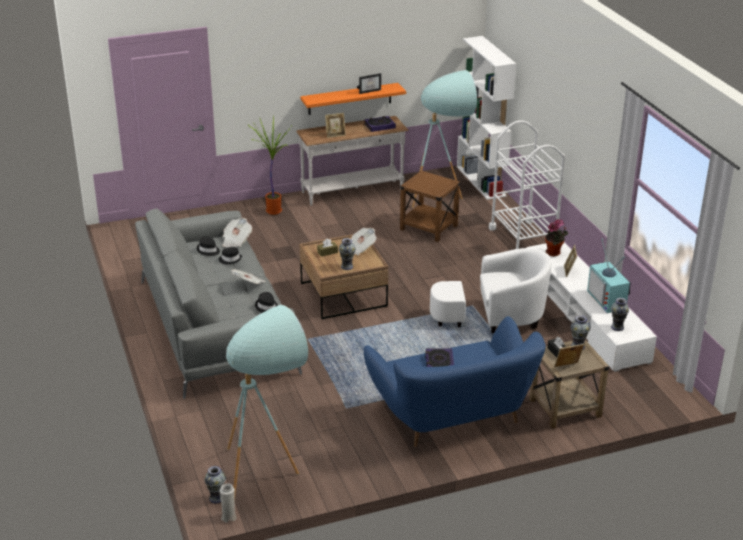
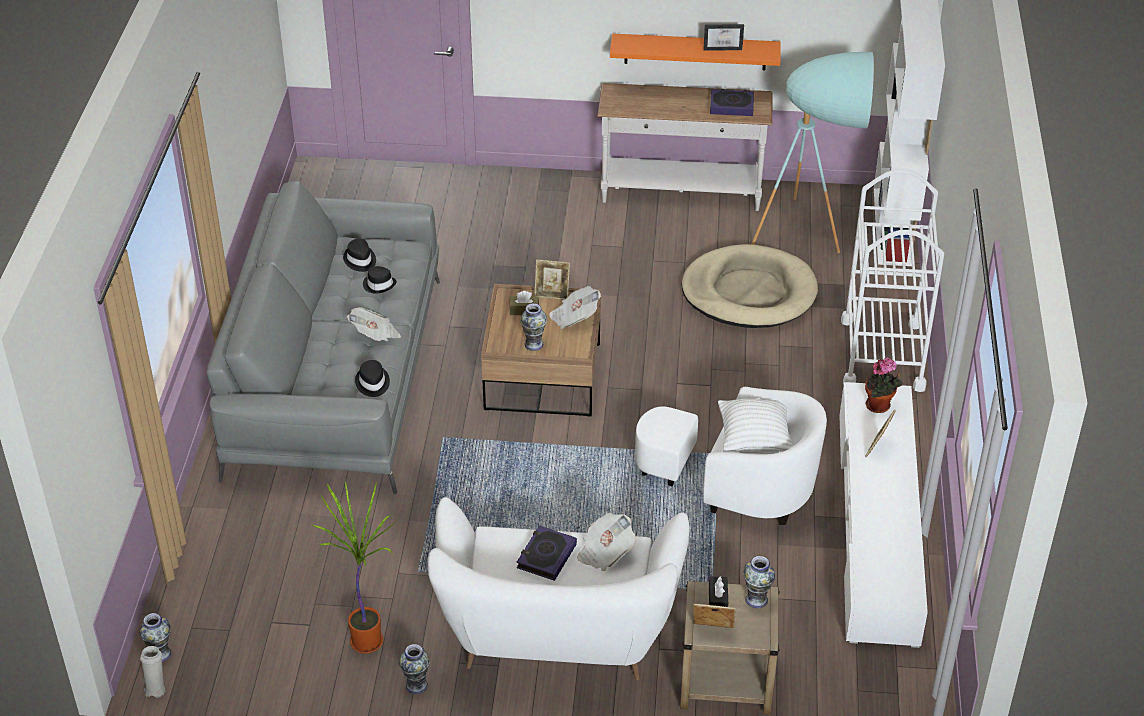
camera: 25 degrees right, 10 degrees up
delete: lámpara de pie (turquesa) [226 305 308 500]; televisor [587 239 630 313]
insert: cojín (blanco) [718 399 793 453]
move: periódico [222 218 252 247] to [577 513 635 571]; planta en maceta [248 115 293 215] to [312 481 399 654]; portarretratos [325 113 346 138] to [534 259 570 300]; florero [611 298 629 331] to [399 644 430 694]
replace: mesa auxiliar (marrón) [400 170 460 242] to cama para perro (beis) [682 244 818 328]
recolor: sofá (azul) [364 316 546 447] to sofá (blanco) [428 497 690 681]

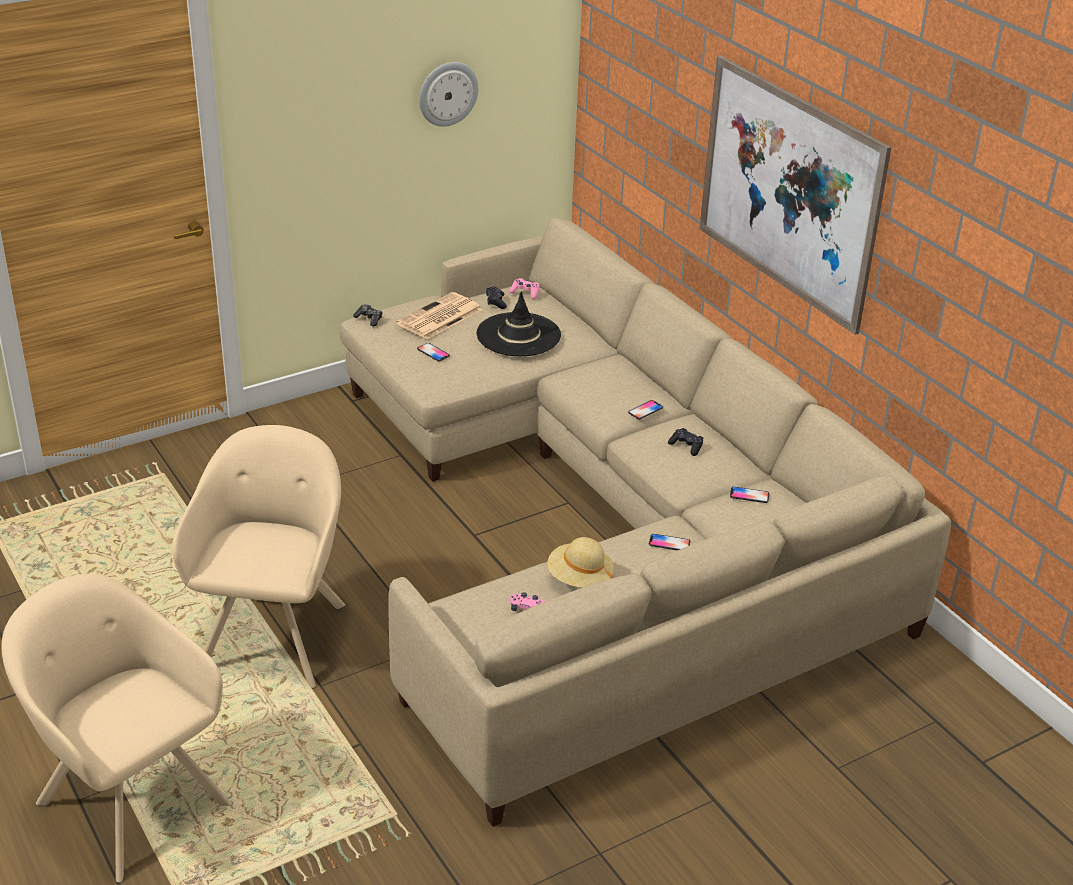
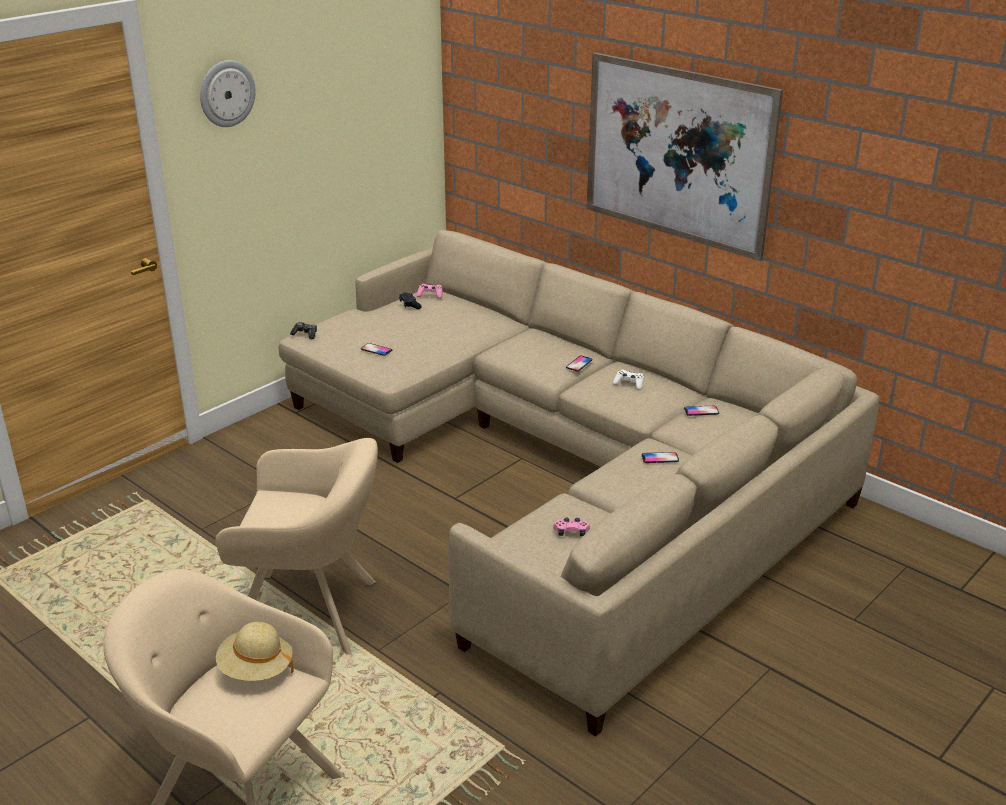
camera: 15 degrees left, 5 degrees down
delete: periódico [396 292 482 339]; sombrero (negro) [477 291 561 356]
move: reloj de pared [419 62 479 127] to [200 60 256 127]; sombrero (beis) [547 537 614 588] to [216 622 294 681]
recolor: mando de consola (negro) [668 428 703 456] to mando de consola (blanco) [613 370 644 390]
rotate: sillón (beis) [173 425 345 689] = [215 438 378 655] 105 degrees clockwise

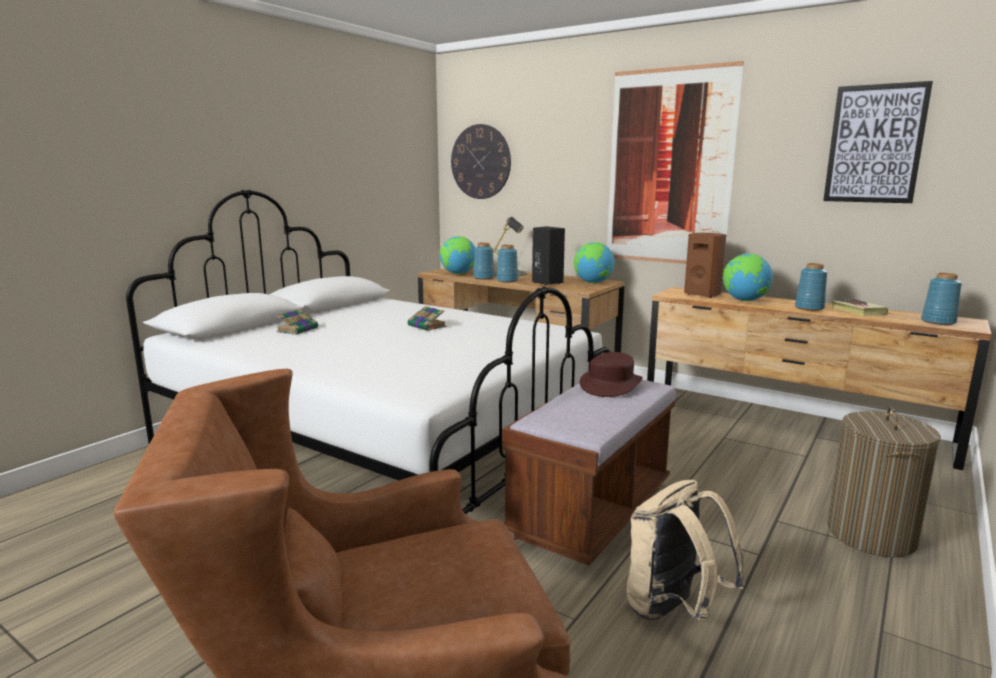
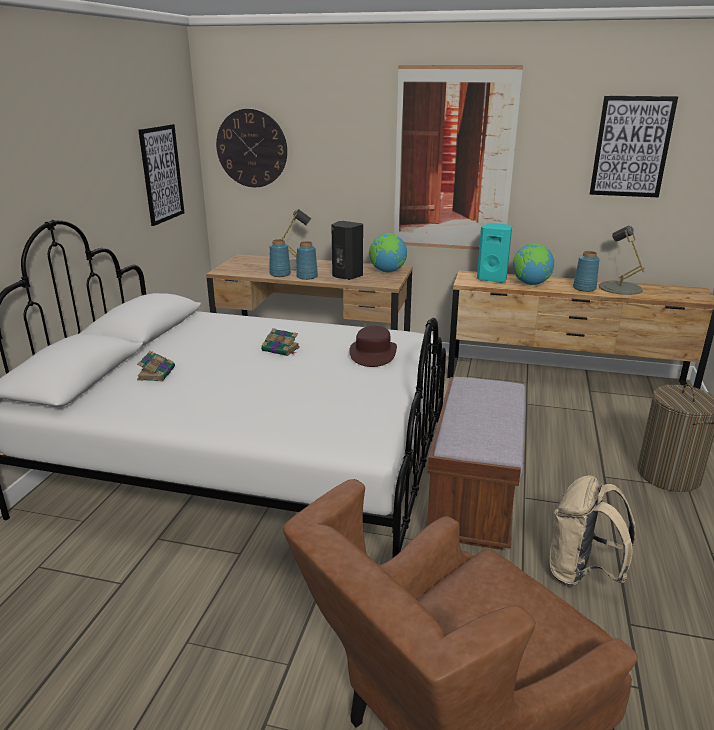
camera: 20 degrees left, 10 degrees up
delete: globo terráqueo [440 236 475 274]; florero (azul) [921 273 962 325]
insert: cuadro [138 124 184 226]
move: sombrero (marrón) [580 352 643 397] to [349 326 397 367]
replace: libro [831 299 888 316] to lámpara de mesa (gris) [599 226 644 295]
recolor: altavoz (marrón) [684 233 726 298] to altavoz (turquesa) [477 223 512 283]

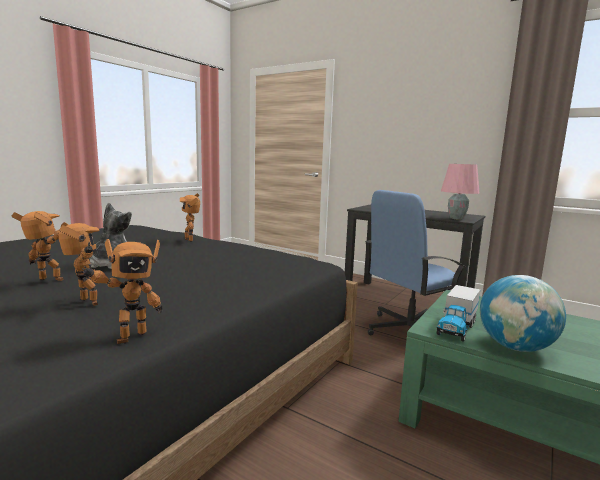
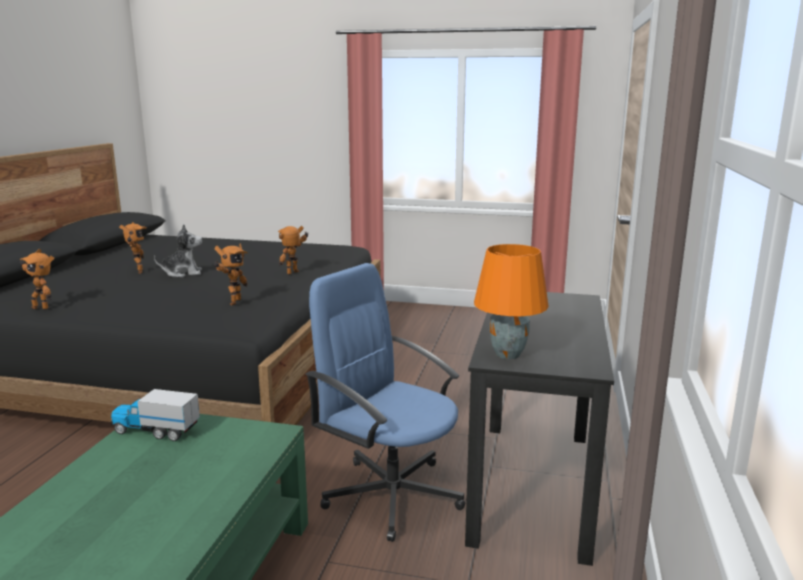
camera: 70 degrees right, 5 degrees up
delete: globo terráqueo [480 275 566 352]
move: robot de juguete [59 222 100 306] to [214 243 248 305]
recolor: lámpara de mesa (rosa) [441 164 479 220] to lámpara de mesa (naranja) [474 244 549 359]

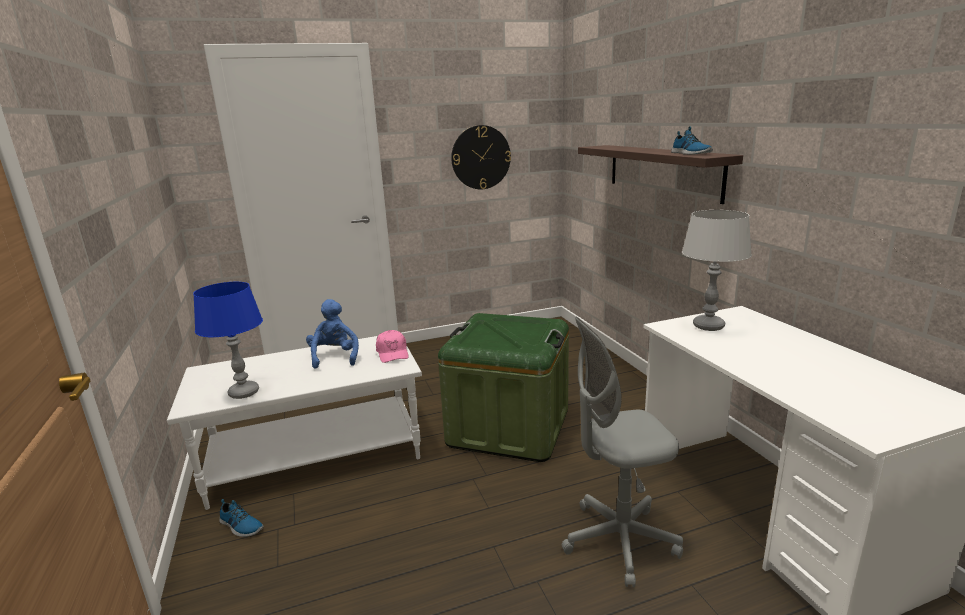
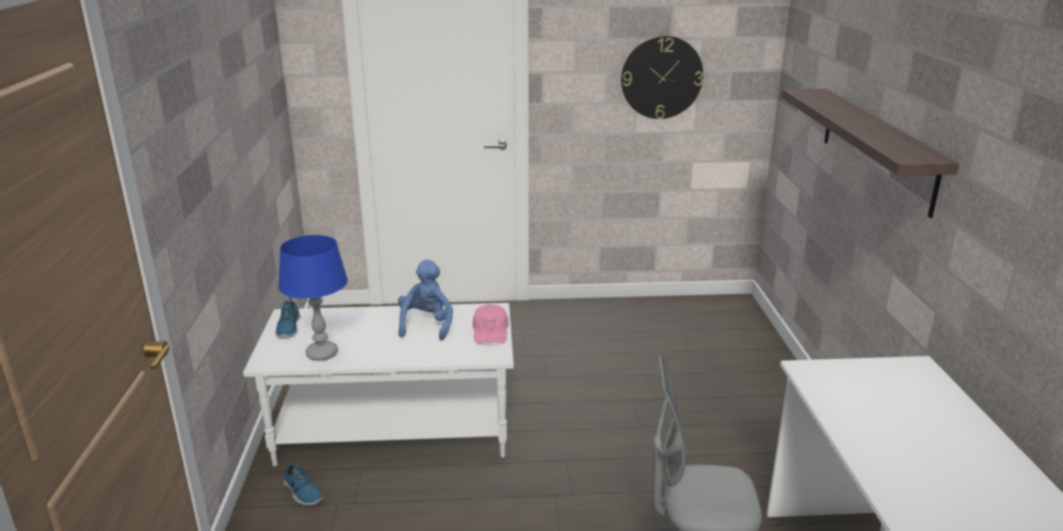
camera: 15 degrees right, 5 degrees up
delete: caja de almacenaje (verde) [438 313 569 462]; lámpara de mesa (gris) [682 210 752 331]
move: zapato [671 126 713 155] to [275 297 301 338]

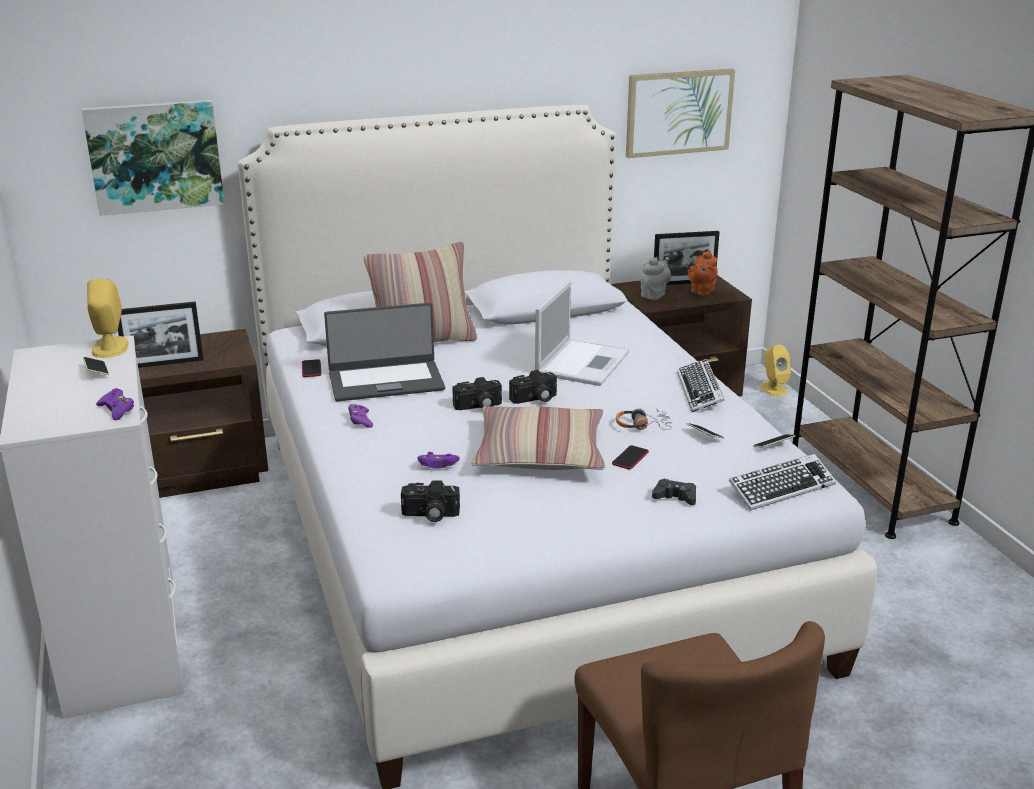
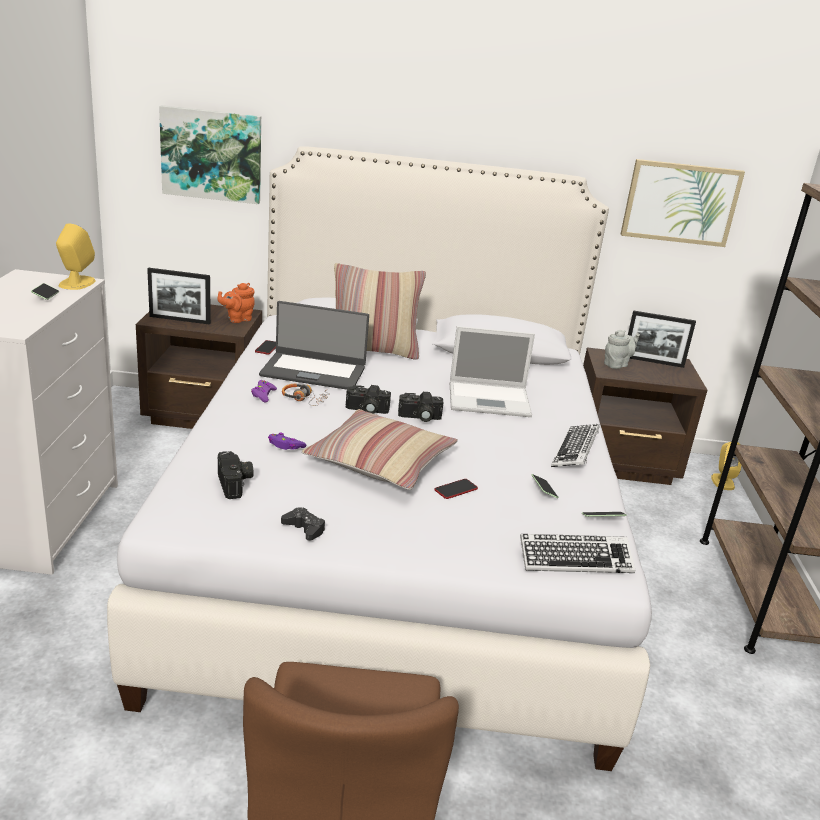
camera: 20 degrees right, 0 degrees up
delete: mando de consola (morado) [96 388 134 420]
move: auriculares [616 408 673 430] to [282 384 330 406]; mando de consola (negro) [652 479 696 505] to [281 507 325 541]; tetera (naranja) [688 250 717 296] to [218 283 255 323]
rotate: cámara [401 480 460 522] = [218 451 254 499] 135 degrees counterclockwise; portátil [535 281 629 386] = [450 326 535 417] 45 degrees clockwise

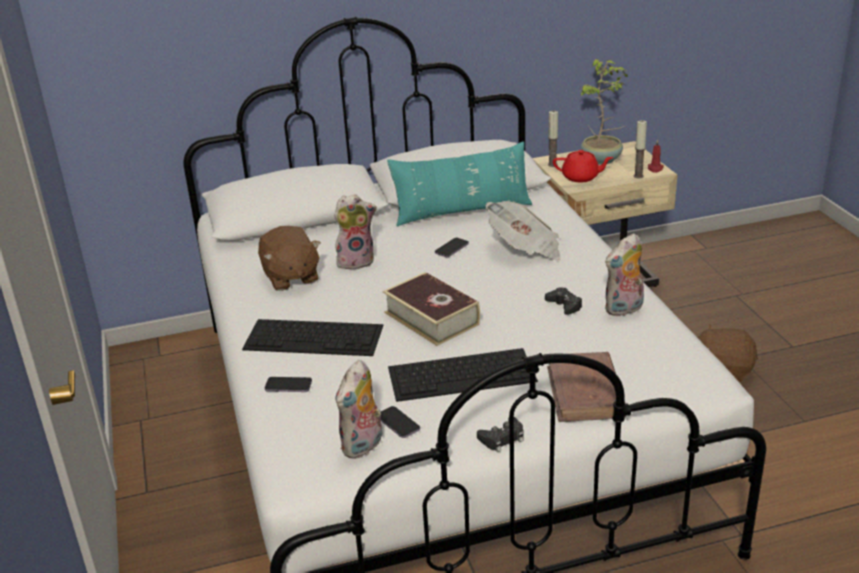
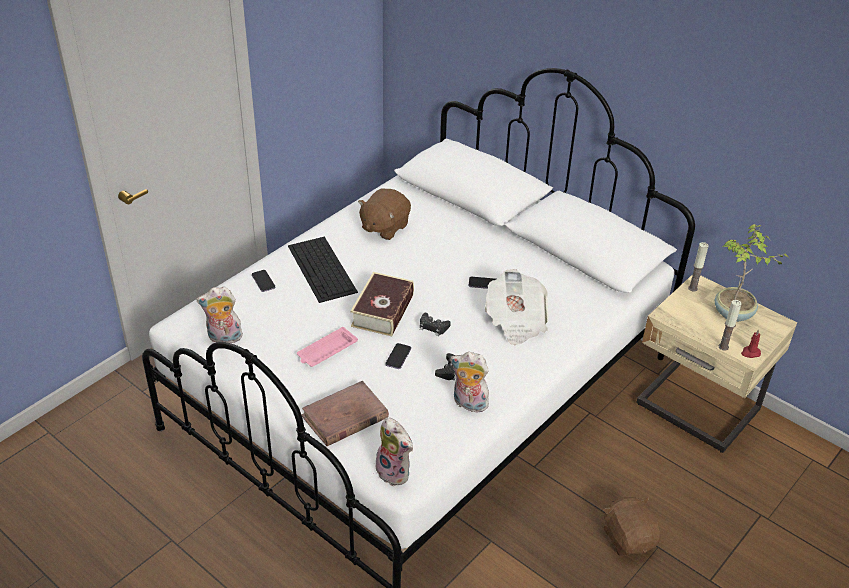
camera: 55 degrees right, 10 degrees up
delete: cojín (turquesa) [387 141 532 226]; tetera (rojo) [553 150 613 183]
move: peluche [334 194 377 269] to [376 418 413 486]; móvil [380 406 420 438] to [385 343 411 369]; mando de consola (negro) [477 417 524 452] to [420 313 451 336]
replace: teclado [388 348 538 402] to bandeja (rosa) [297 327 358 367]

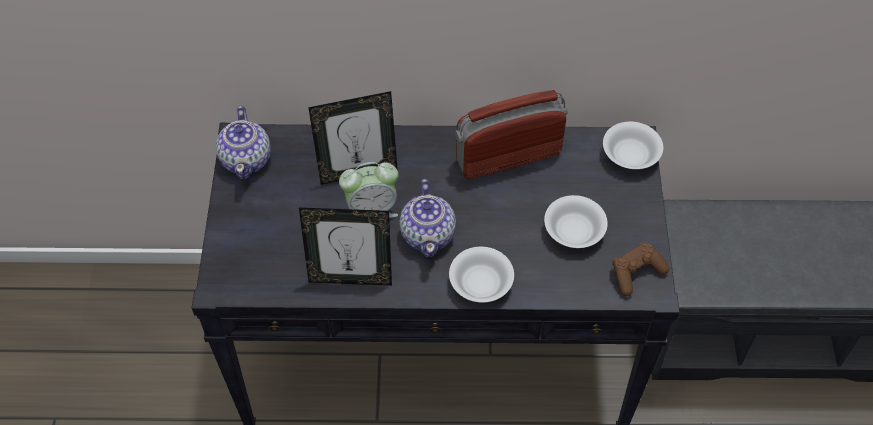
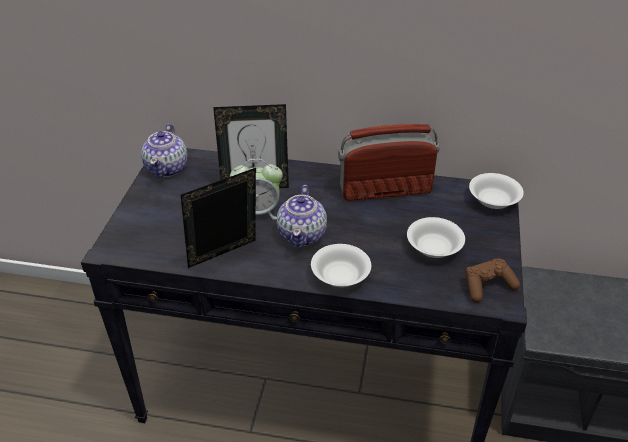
camera: 10 degrees right, 15 degrees down
rotate: portarretratos [299 207 392 286] = [181 168 256 268] 135 degrees clockwise

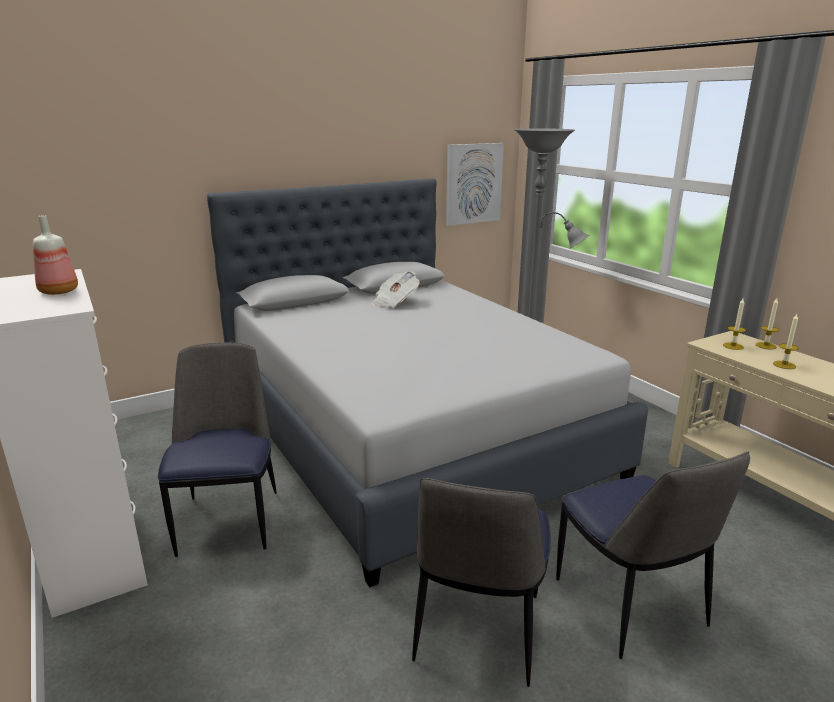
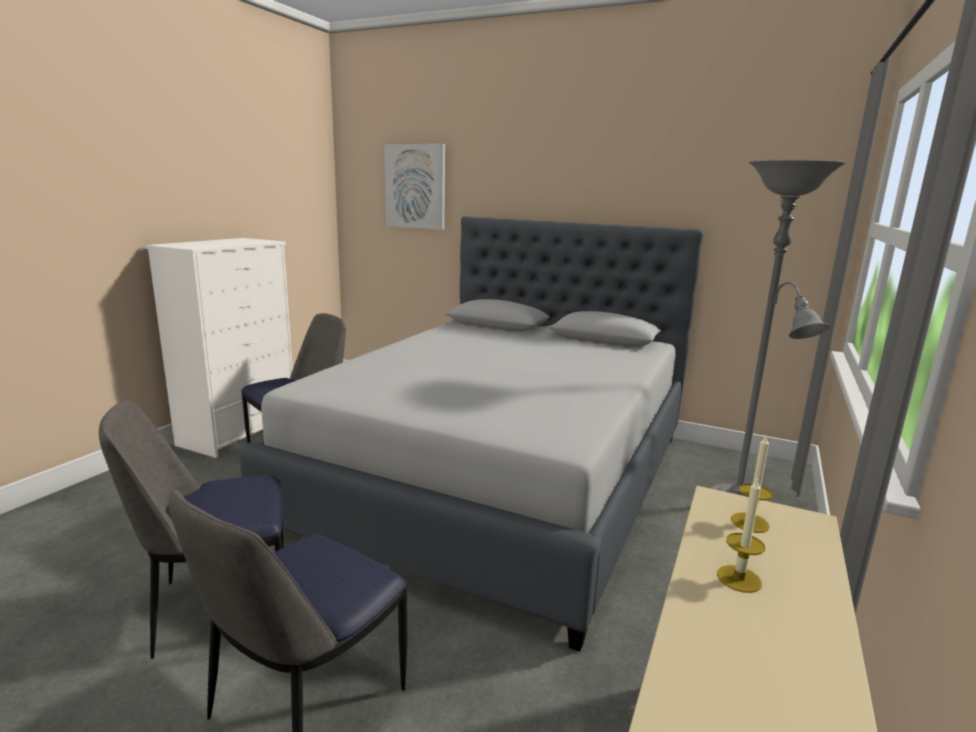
camera: 55 degrees right, 5 degrees down
delete: botella [33 215 78 295]; periódico [371 271 420 307]; vela [756 298 779 350]
move: cuadro [446 143 504 226] to [384 144 445 230]

